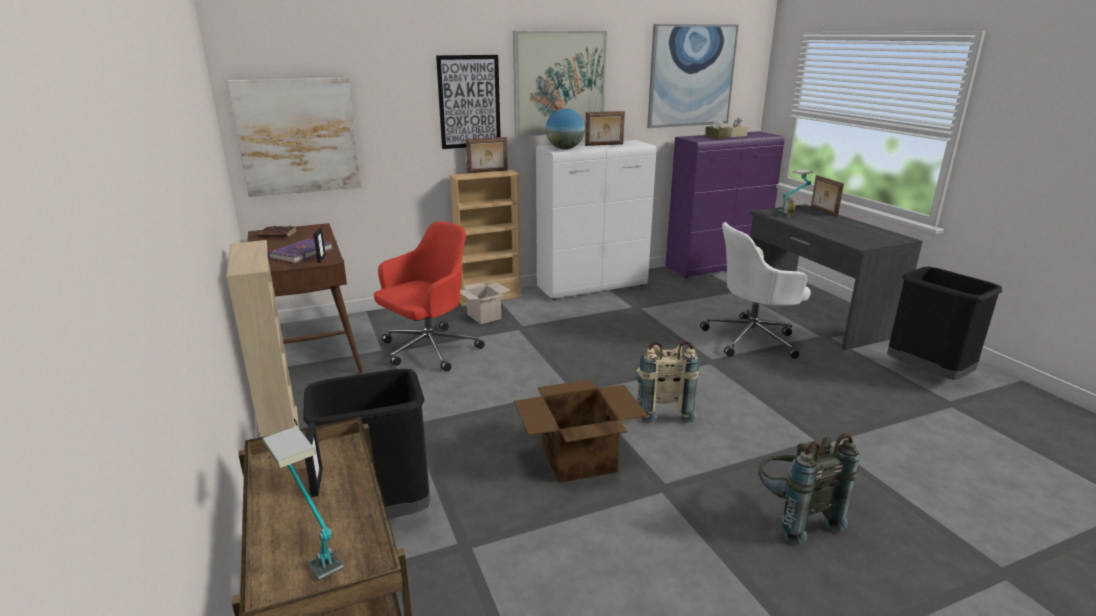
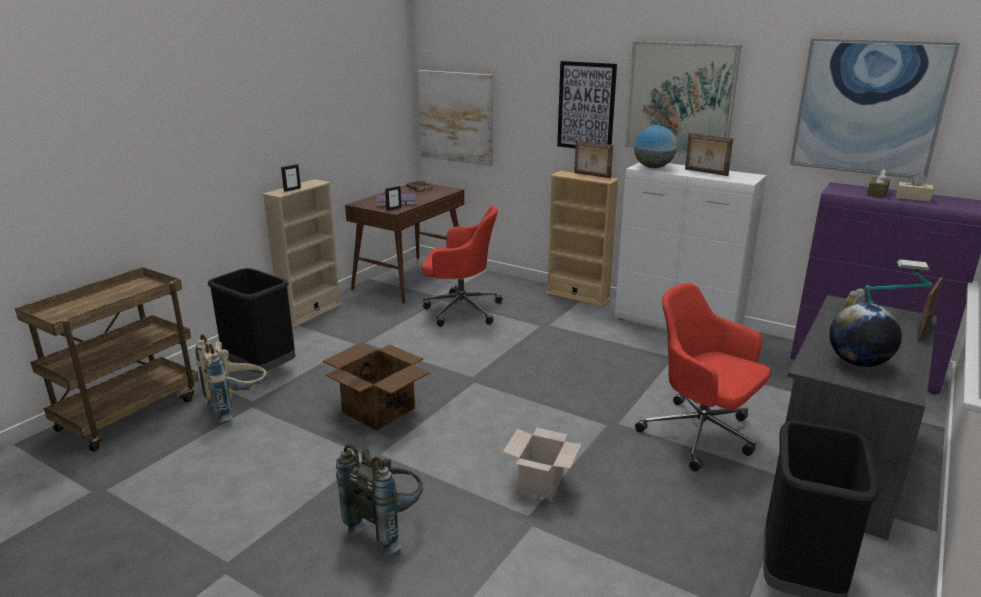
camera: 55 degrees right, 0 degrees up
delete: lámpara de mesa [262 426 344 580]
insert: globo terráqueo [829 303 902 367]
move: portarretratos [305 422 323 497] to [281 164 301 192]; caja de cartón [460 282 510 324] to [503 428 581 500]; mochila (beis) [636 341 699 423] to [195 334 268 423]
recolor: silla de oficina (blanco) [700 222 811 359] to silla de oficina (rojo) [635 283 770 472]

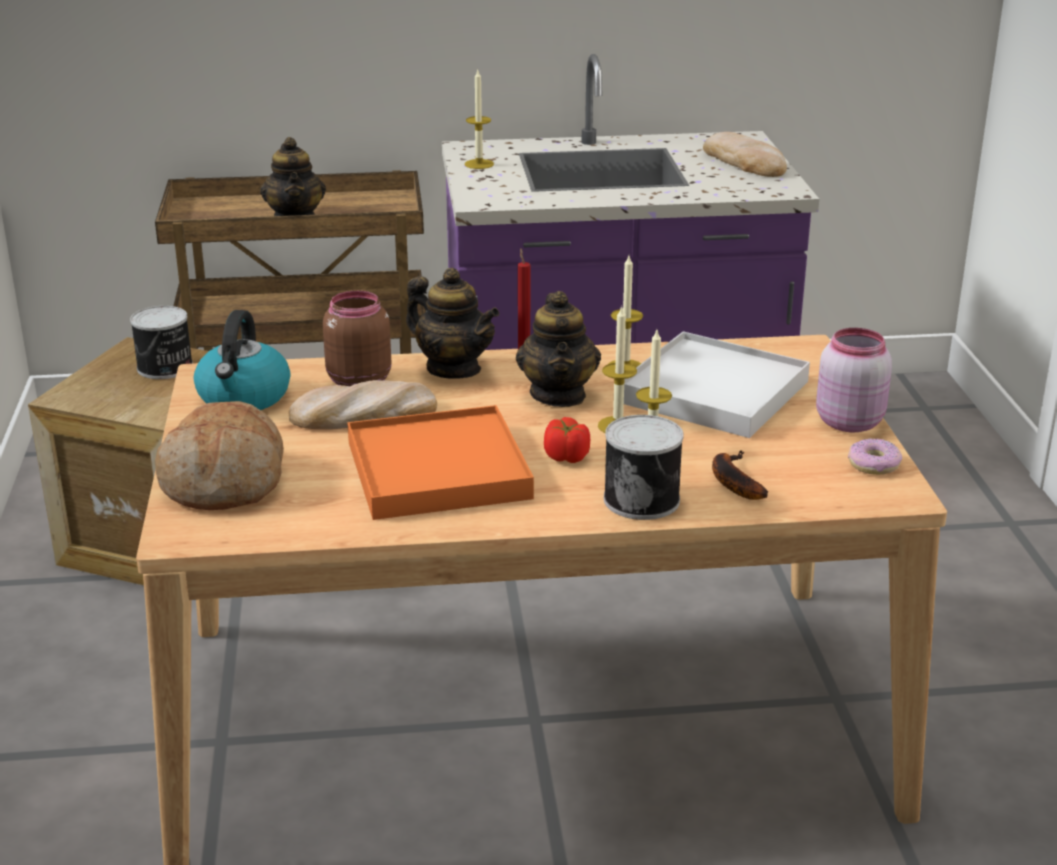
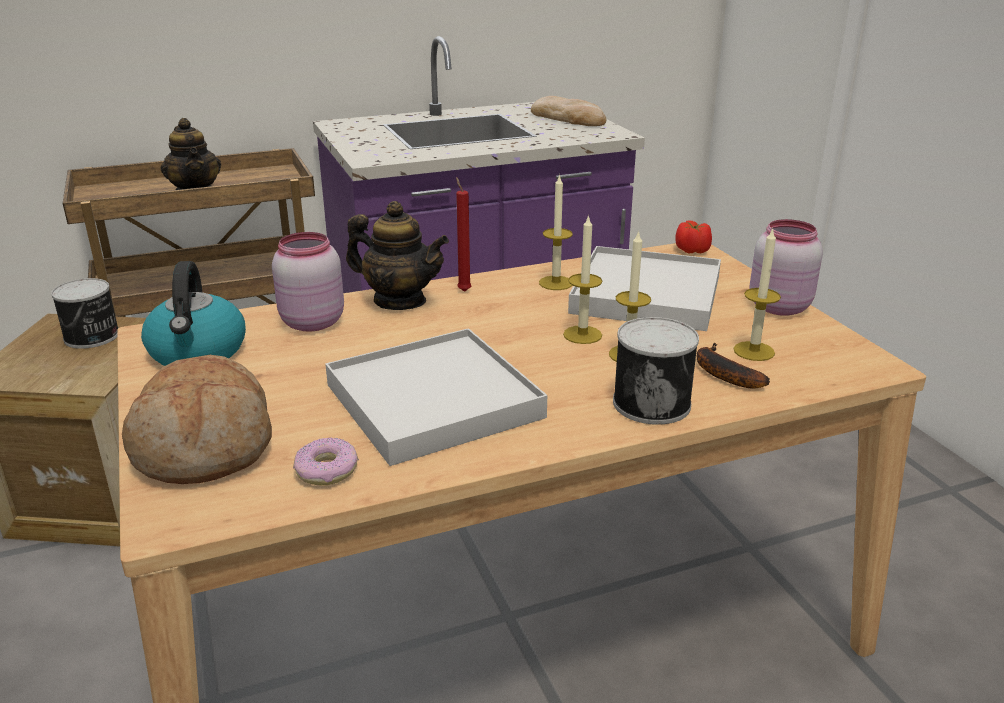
camera: 15 degrees left, 0 degrees up
delete: pan [289 380 437 429]; tetera [516 291 601 407]
move: vela [465 68 494 169] to [733 228 781 361]; tomate [544 417 590 463] to [675 221 712 253]; rosquilla [848 439 902 475] to [293 438 359 486]
recolor: tarro (marrón) [323 291 391 386] to tarro (rosa) [272 232 344 332]; bandeja (naranja) [347 405 534 520] to bandeja (blanco) [325 328 547 466]

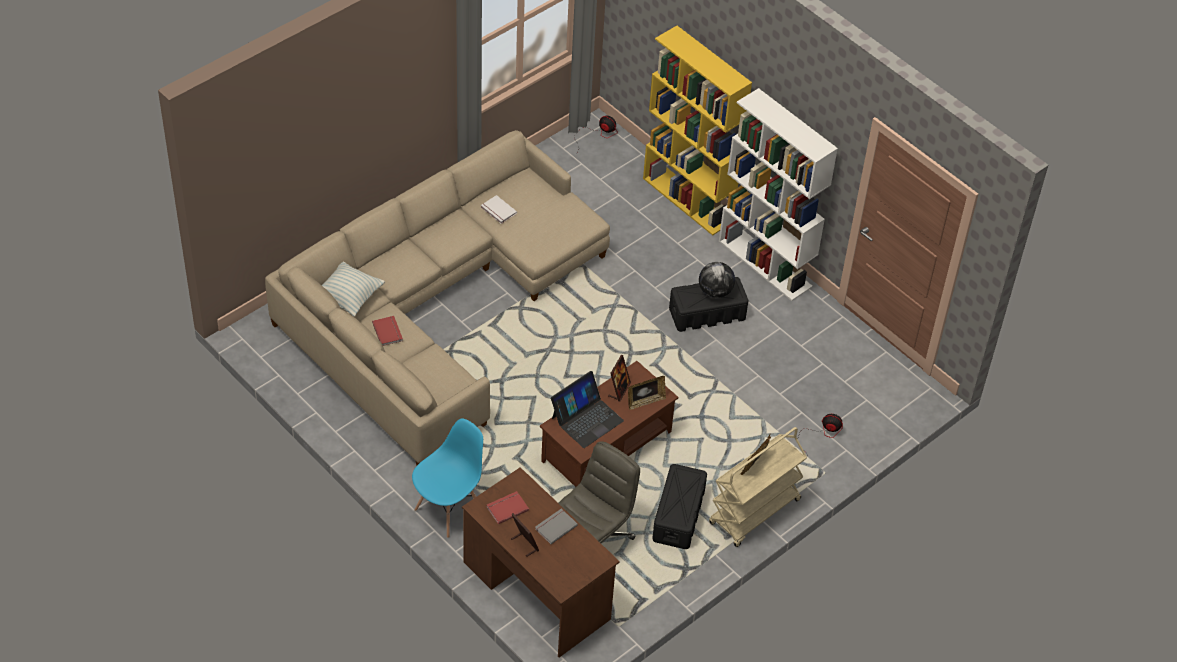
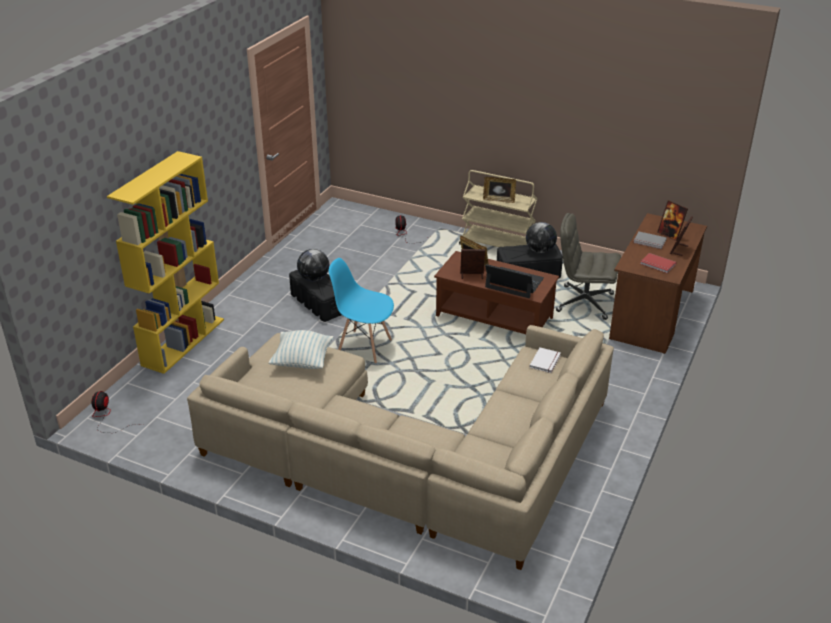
camera: 110 degrees left, 15 degrees down
delete: libro (rojo) [372 316 403 346]; estantería (blanco) [719 88 838 301]
insert: globo terráqueo [526 222 557 253]; portarretratos [657 200 688 241]
move: cojín [322 262 385 317] to [269 330 334 369]; silla (azul) [412 418 483 538] to [329 258 394 363]; libro (blanco) [481 195 517 224] to [529 348 561 373]

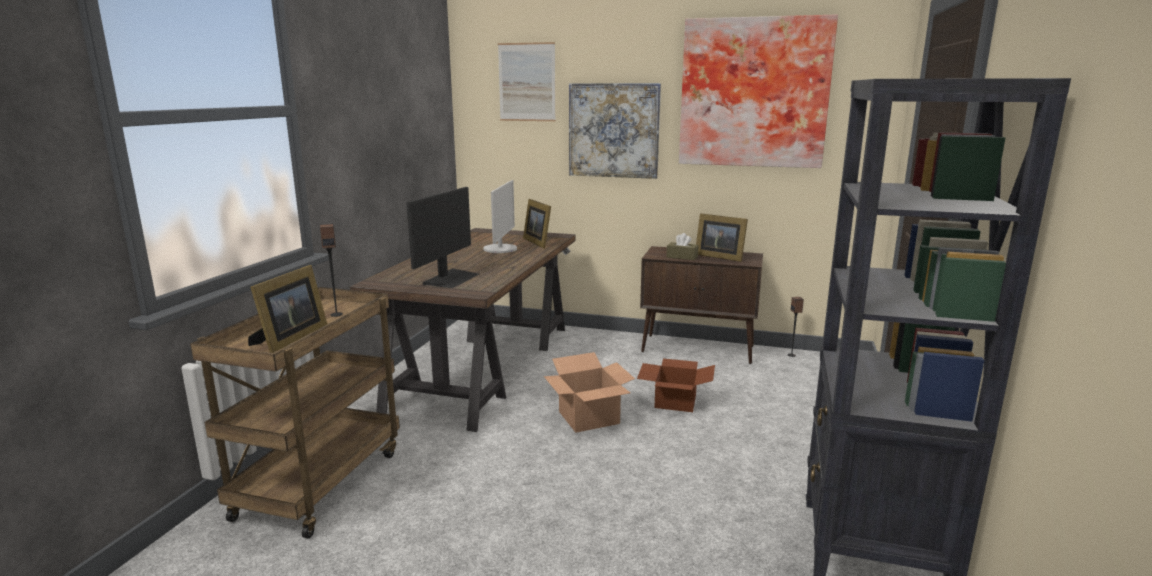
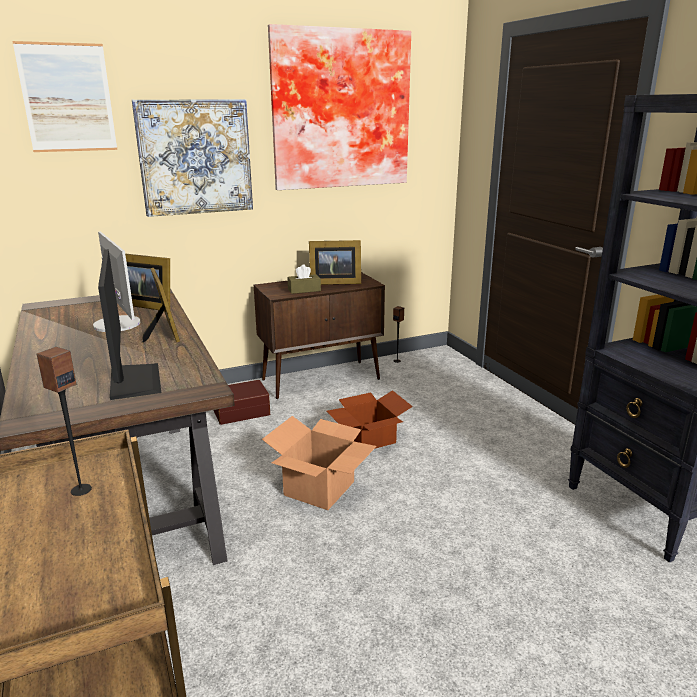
camera: 40 degrees left, 5 degrees up
insert: caja de almacenaje (marrón) [213 380 270 425]
move: portarretratos [248 265 327 353] to [142 268 180 343]

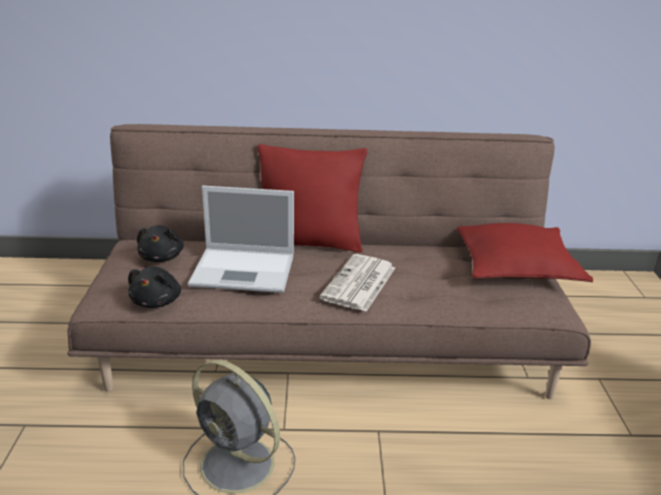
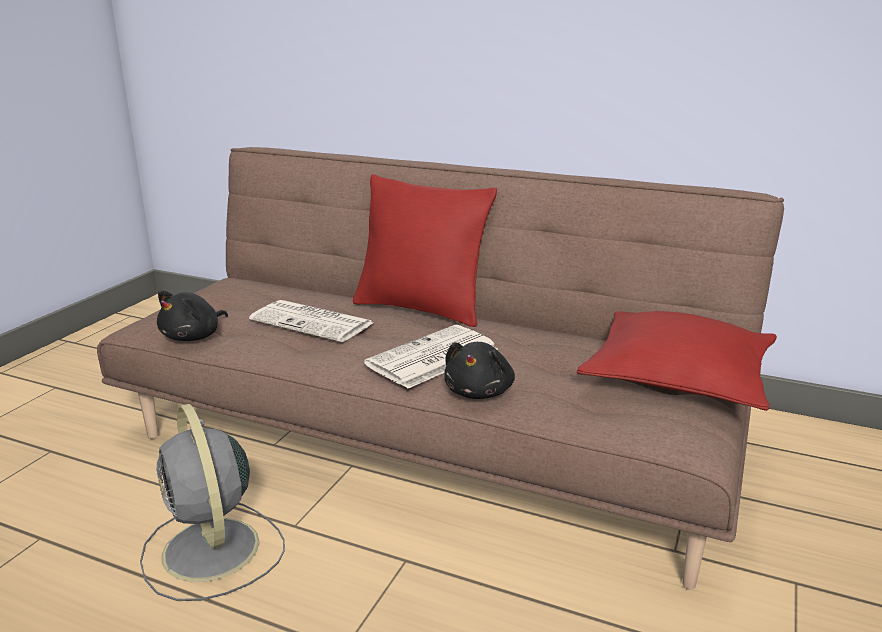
camera: 25 degrees right, 5 degrees down
move: peluche (negro) [137 225 184 262] to [444 342 515 399]
replace: portátil [188 186 294 293] to periódico [249 300 373 342]

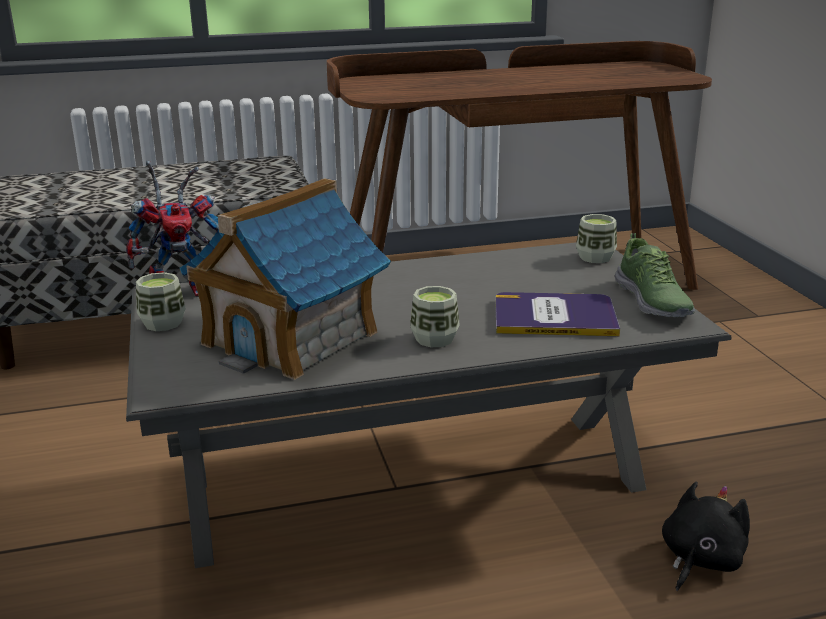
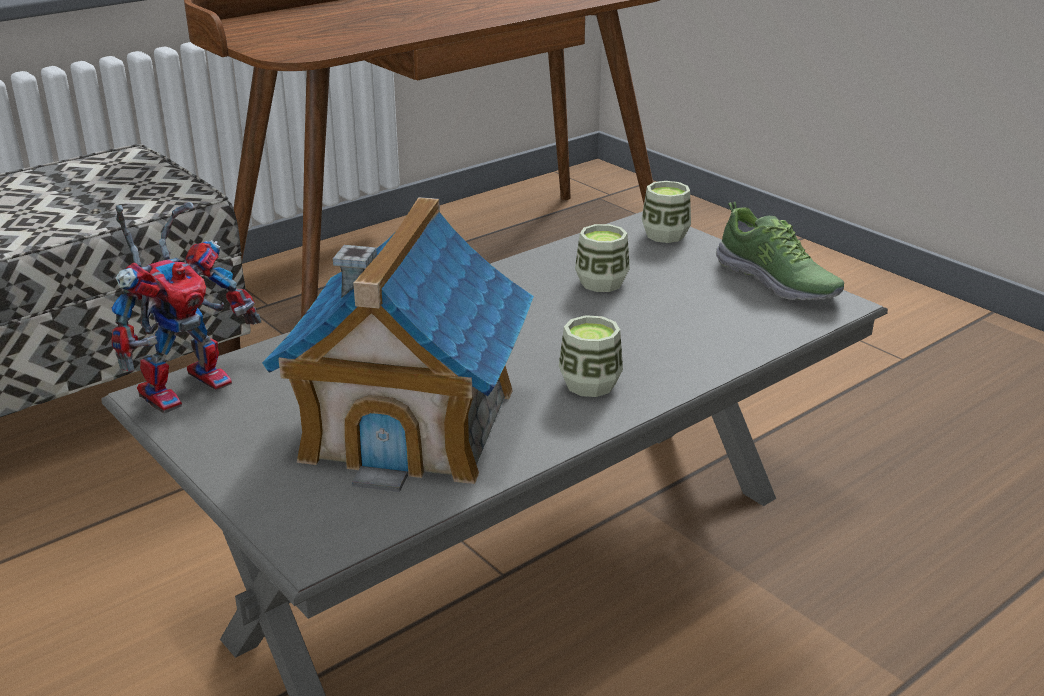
camera: 25 degrees left, 5 degrees up
delete: libro [496 292 620 336]; peluche (negro) [662 482 750 591]
move: taza [136 272 186 331] to [575 224 630 292]

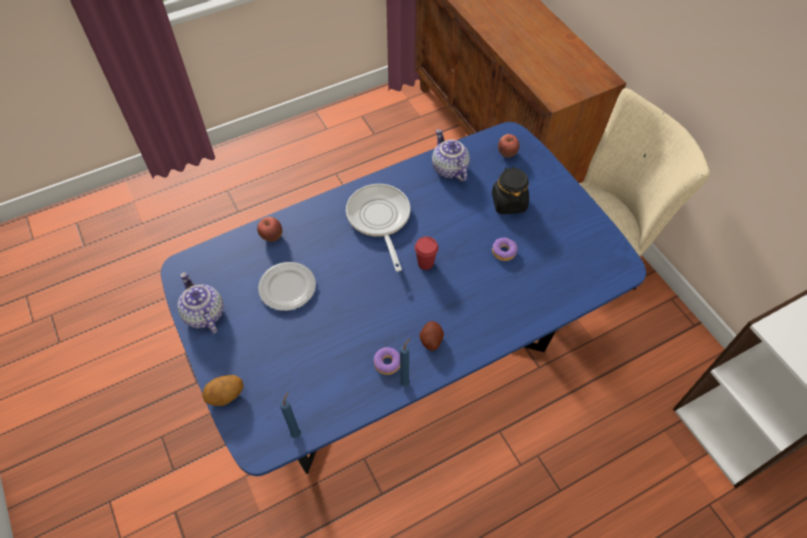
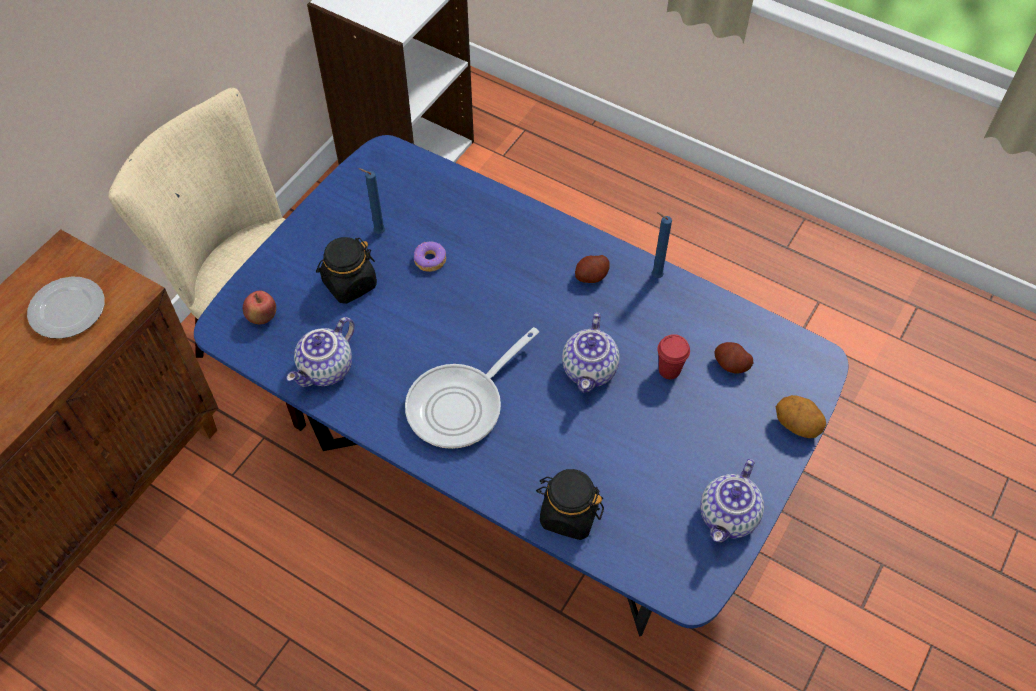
camera: 120 degrees left, 0 degrees up
delete: rosquilla [373 347 400 375]
insert: tetera [562 313 620 393]; patata [714 342 753 374]
move: plato [258 262 316 311] to [27 277 105 339]; vela (azul) [280 392 301 438] to [359 168 385 234]; taza (rojo) [415 237 438 270] to [657 334 690 379]
replace: manzana [257 217 282 242] to tarro (negro) [536 469 604 540]

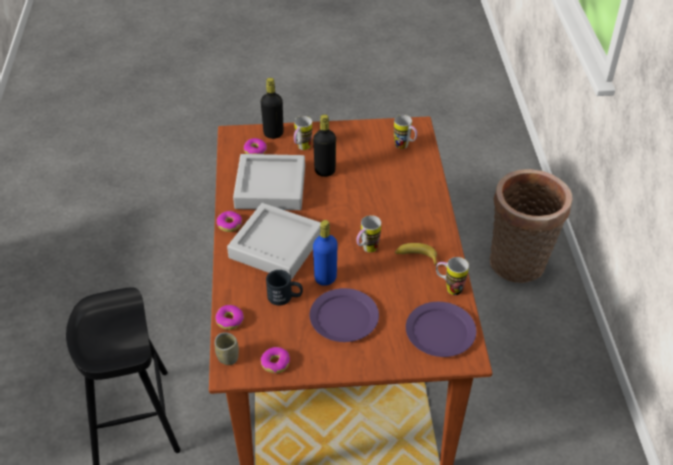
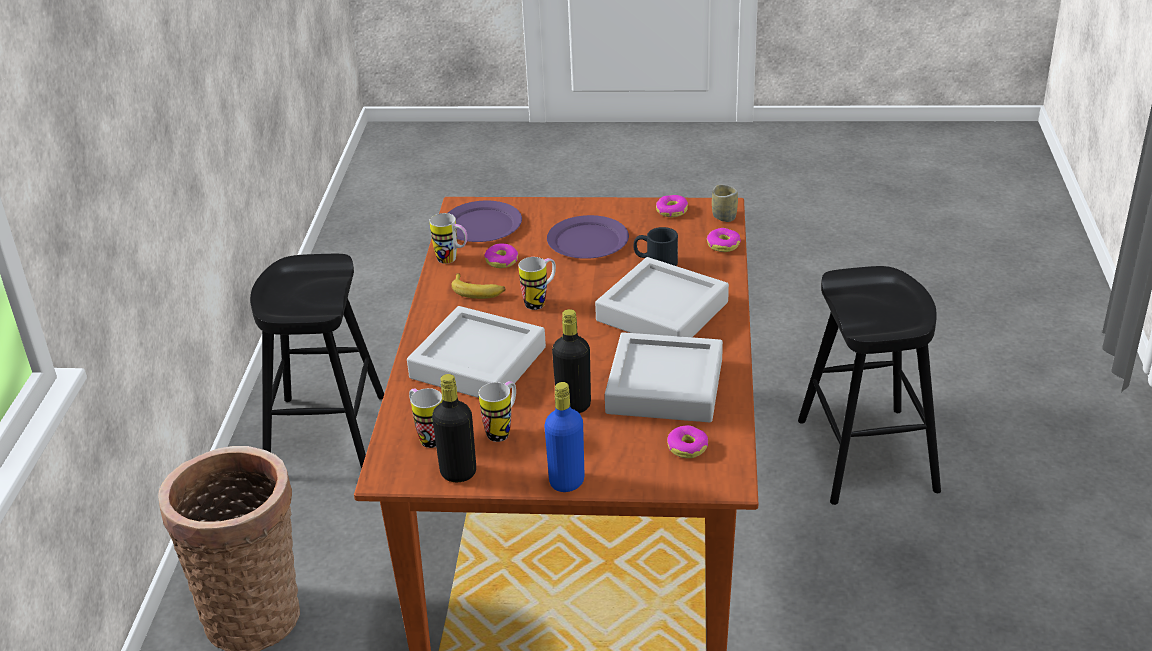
camera: 170 degrees left, 10 degrees down
insert: taburete (negro) [250 254 384 469]; bandeja (gris) [407 306 546 398]
move: rosquilla [217 211 242 232] to [485 243 518 268]; botella (negro) [261 78 284 139] to [432 374 476 482]; taza grande [294 116 312 150] to [479 381 516 442]; botella (azul) [313 220 337 286] to [544 382 585 492]

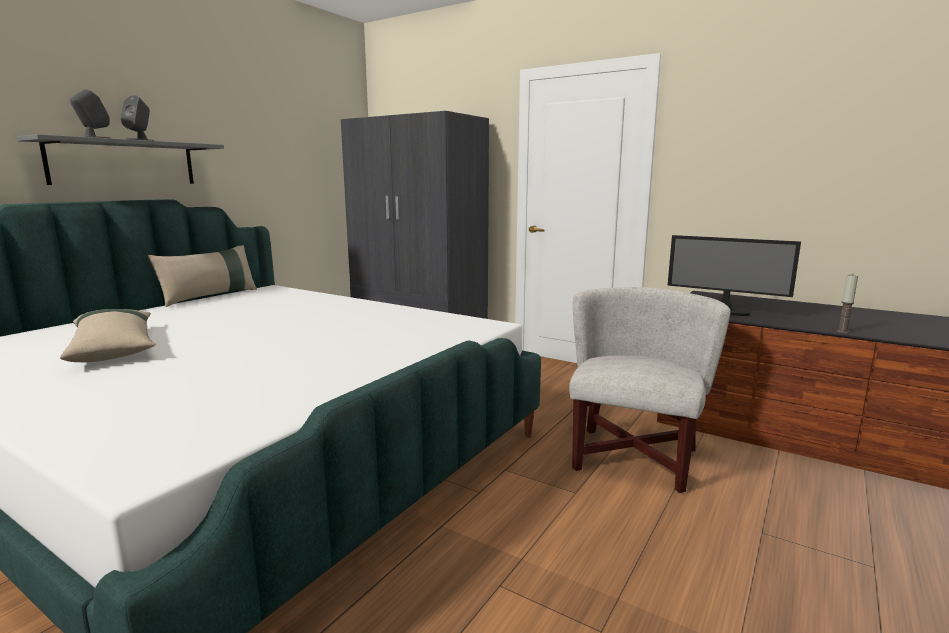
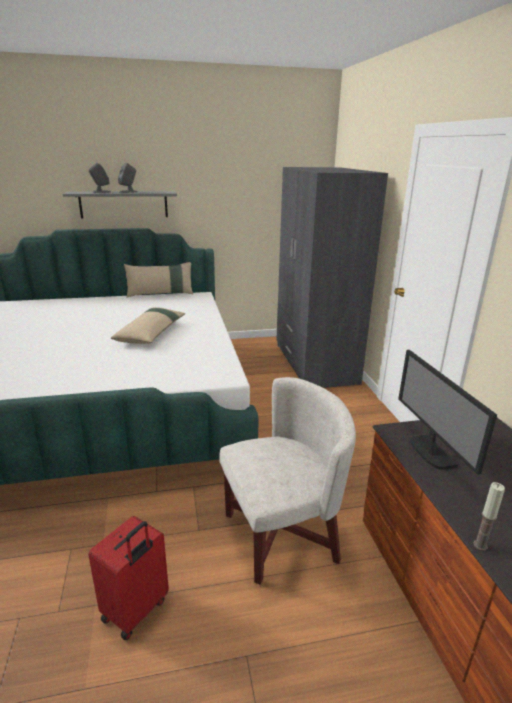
camera: 45 degrees right, 10 degrees up
insert: maleta (rojo) [88 516 169 640]
move: cojín (beis) [60 309 156 362] to [111 307 185 344]

